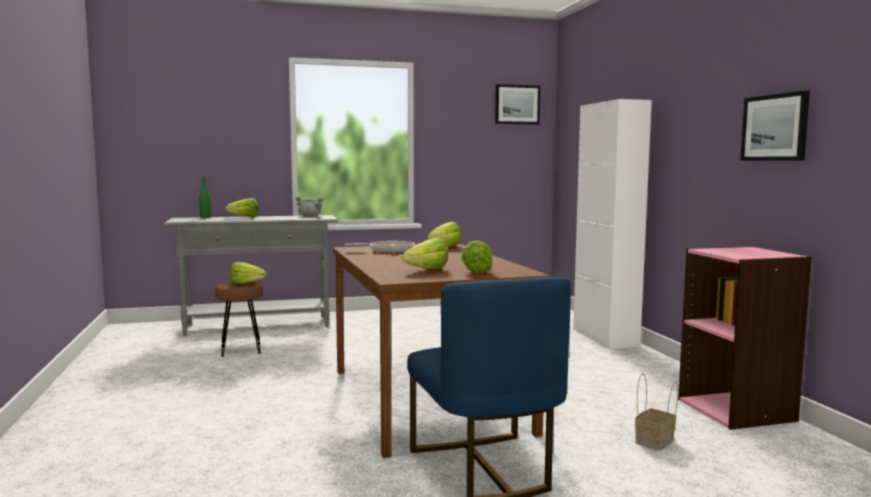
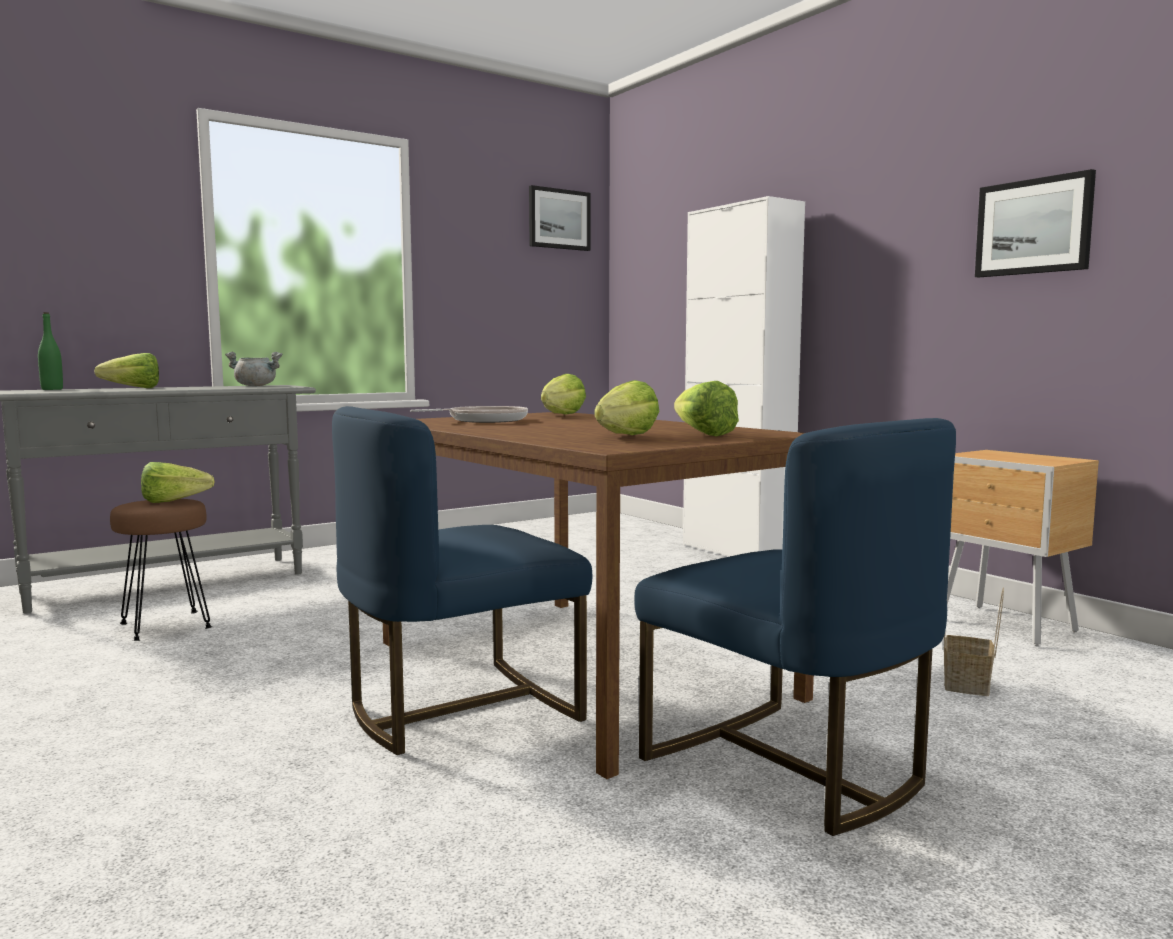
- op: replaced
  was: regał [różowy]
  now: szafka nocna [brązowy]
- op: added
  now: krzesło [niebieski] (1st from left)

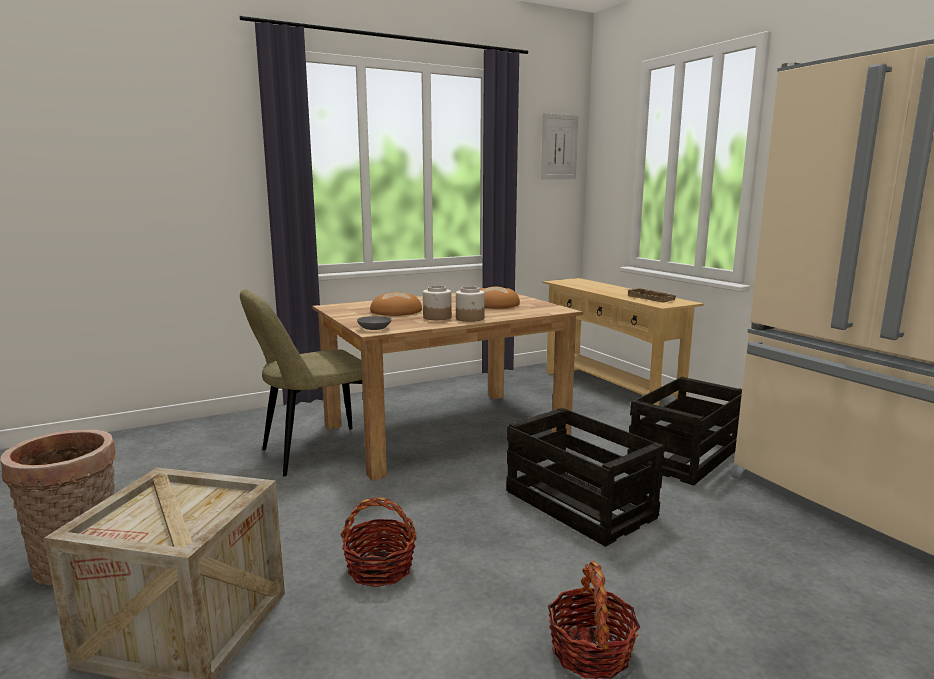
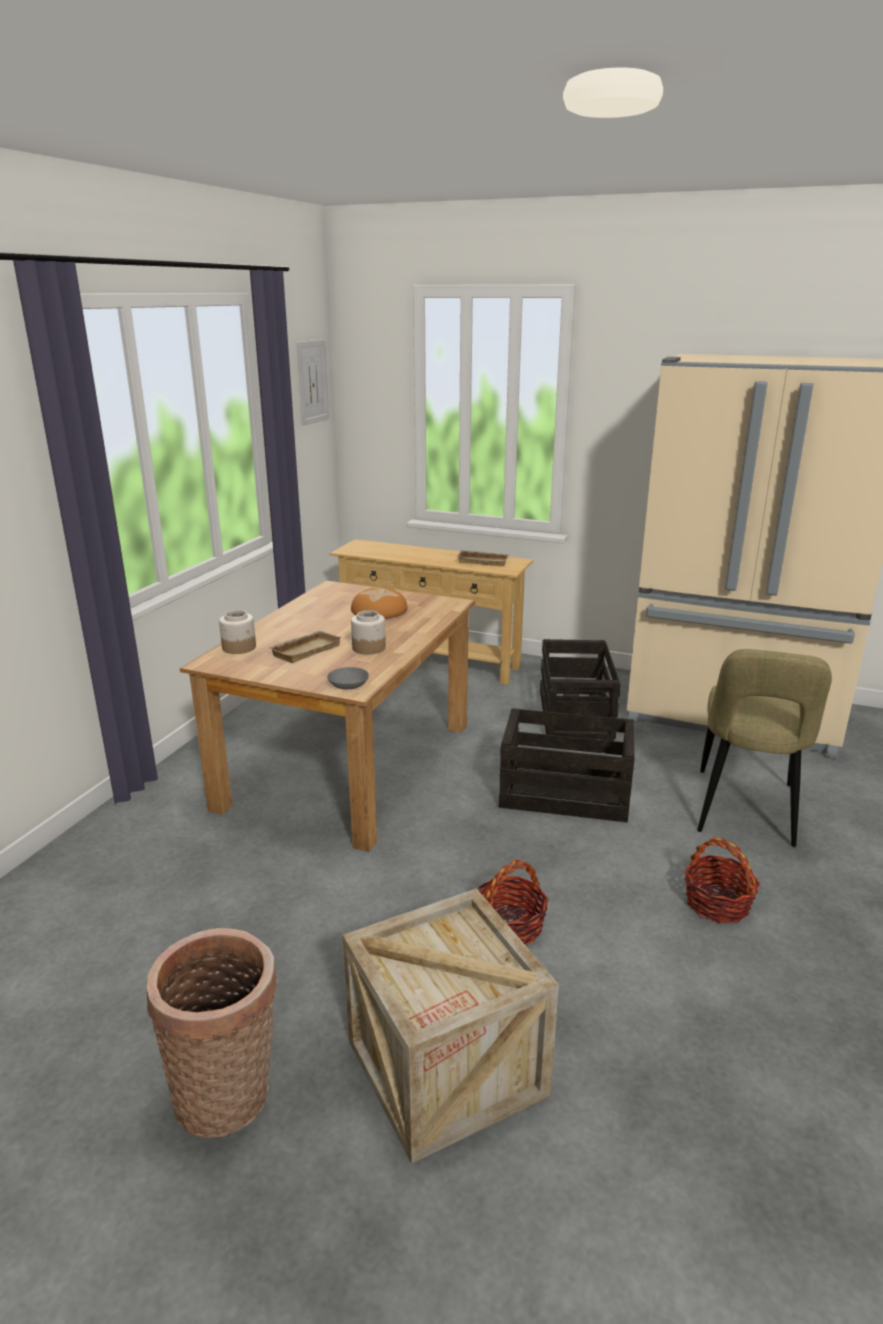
- op: moved
  was: krzesło [beżowy]
- op: replaced
  was: chleb (1st from left)
  now: taca [beżowy] (1st from left)
- op: moved
  was: słoik (2nd from left in the first image)
  now: słoik (1st from left)

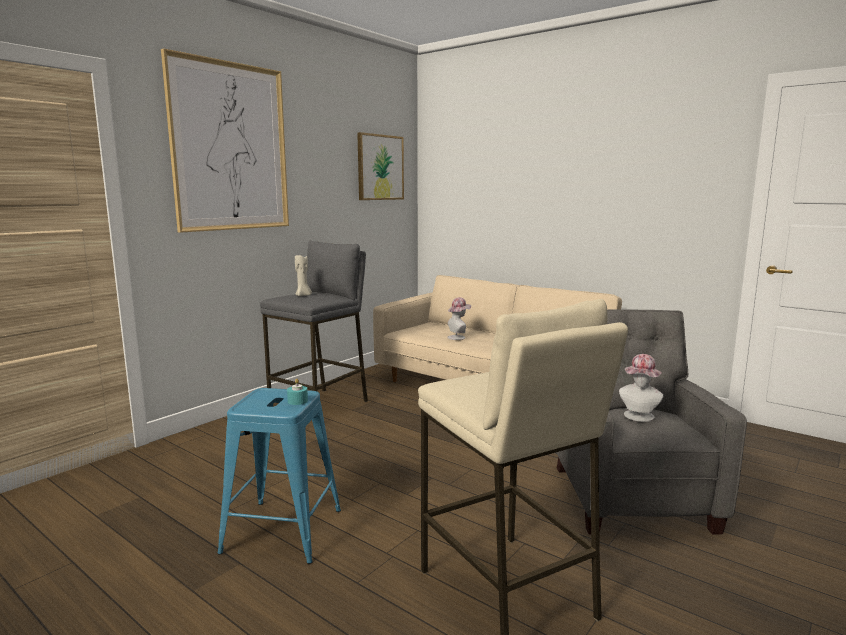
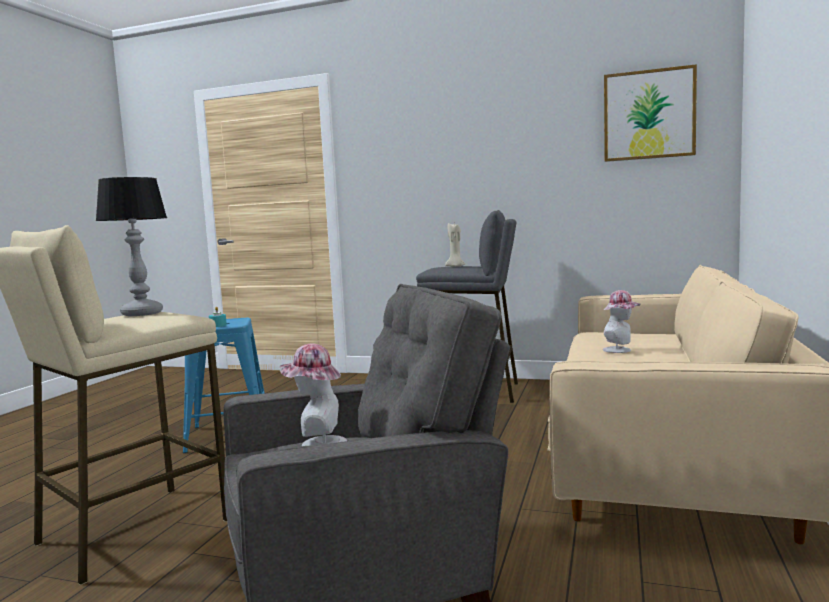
- op: removed
  was: obraz (1st from left)
- op: added
  now: lampa stołowa

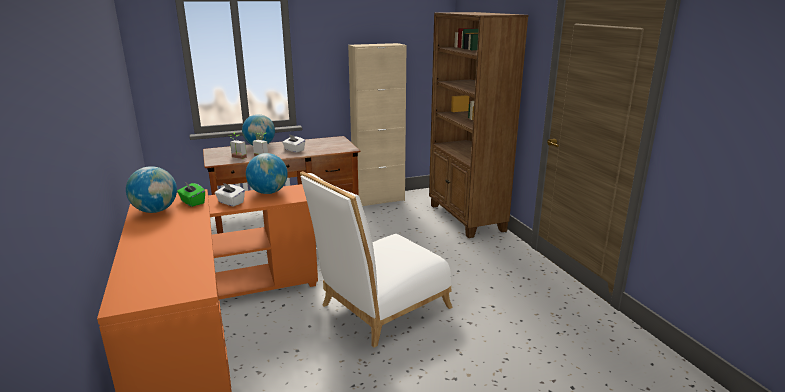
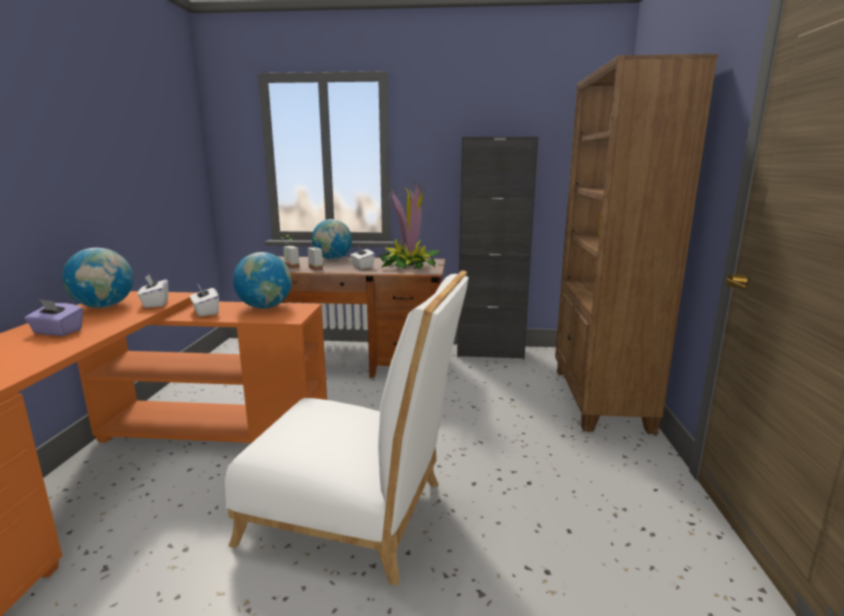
- op: recoloured
  was: pudełko chusteczek [zielony]
  now: pudełko chusteczek [biały] (1st from left)
- op: turned
  was: krzesło [biały]
  clockwise: -150
- op: recoloured
  was: szafka [beżowy]
  now: szafka [czarny]
- op: added
  now: pudełko chusteczek [fioletowy]
- op: added
  now: roślina doniczkowa (3rd from left)

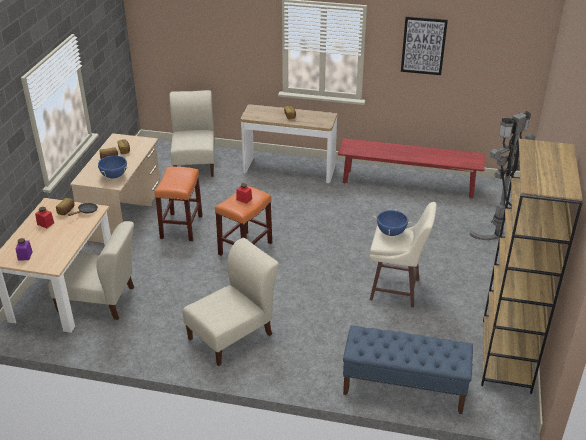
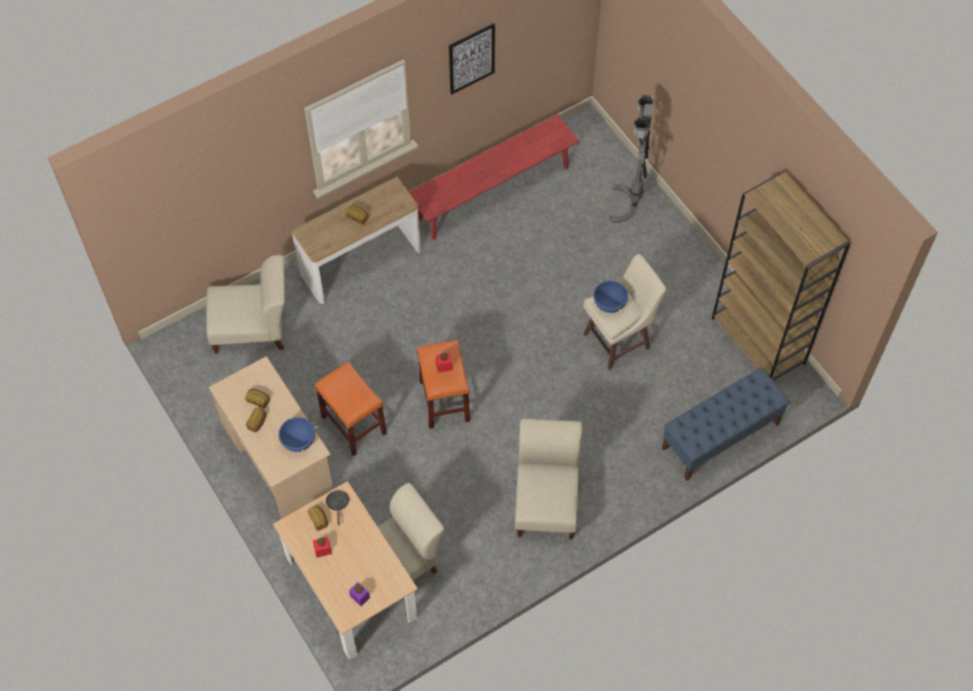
- op: turned
  was: krzesło [beżowy] (2nd from left in the first image)
  clockwise: 135

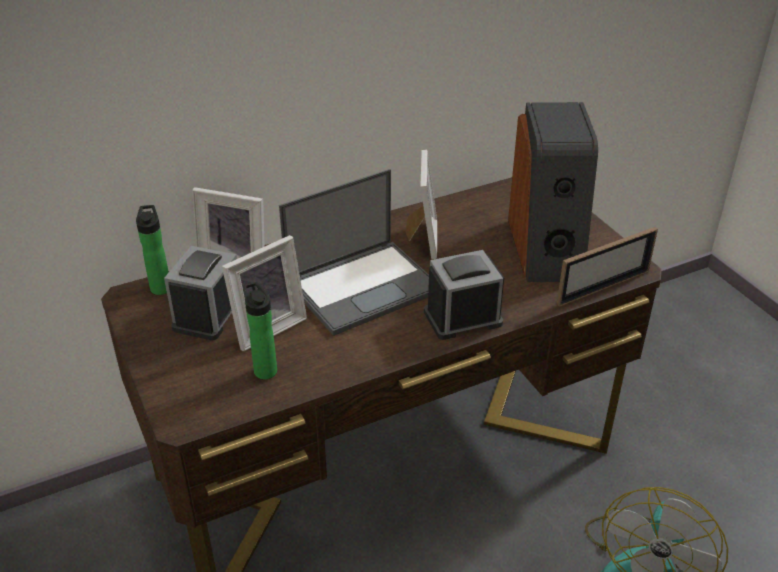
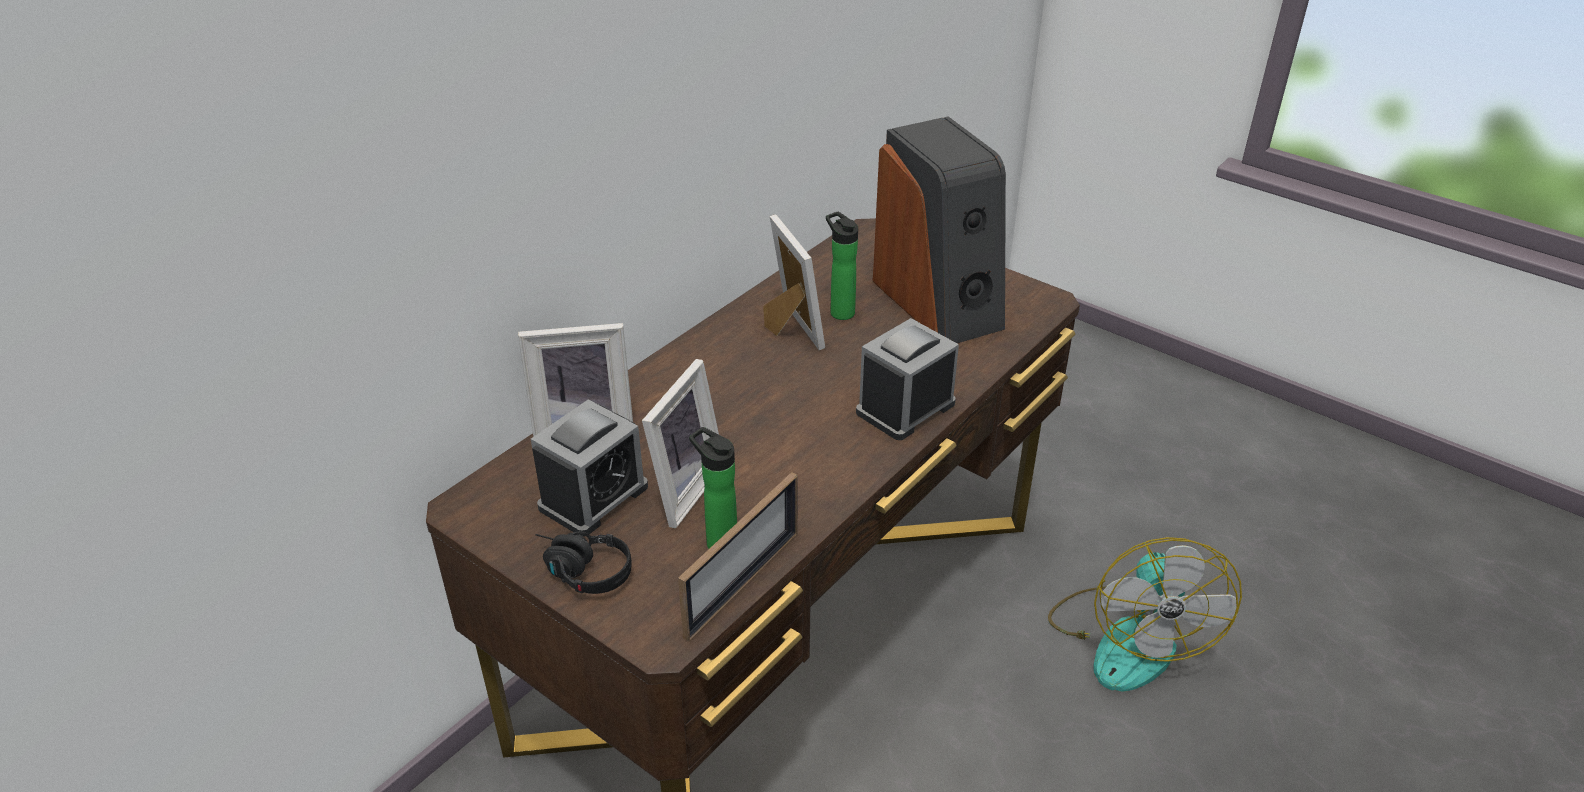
- op: moved
  was: butelka (1st from left in the first image)
  now: butelka (2nd from left)
- op: turned
  was: budzik (1st from left)
  clockwise: -135
- op: removed
  was: laptop
- op: moved
  was: ramka na zdjęcie (4th from left in the first image)
  now: ramka na zdjęcie (3rd from left)
- op: added
  now: słuchawki [czarny]

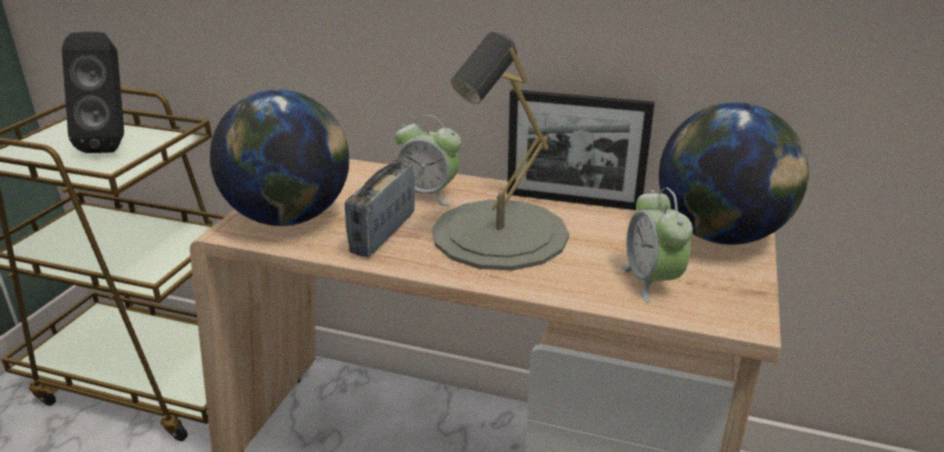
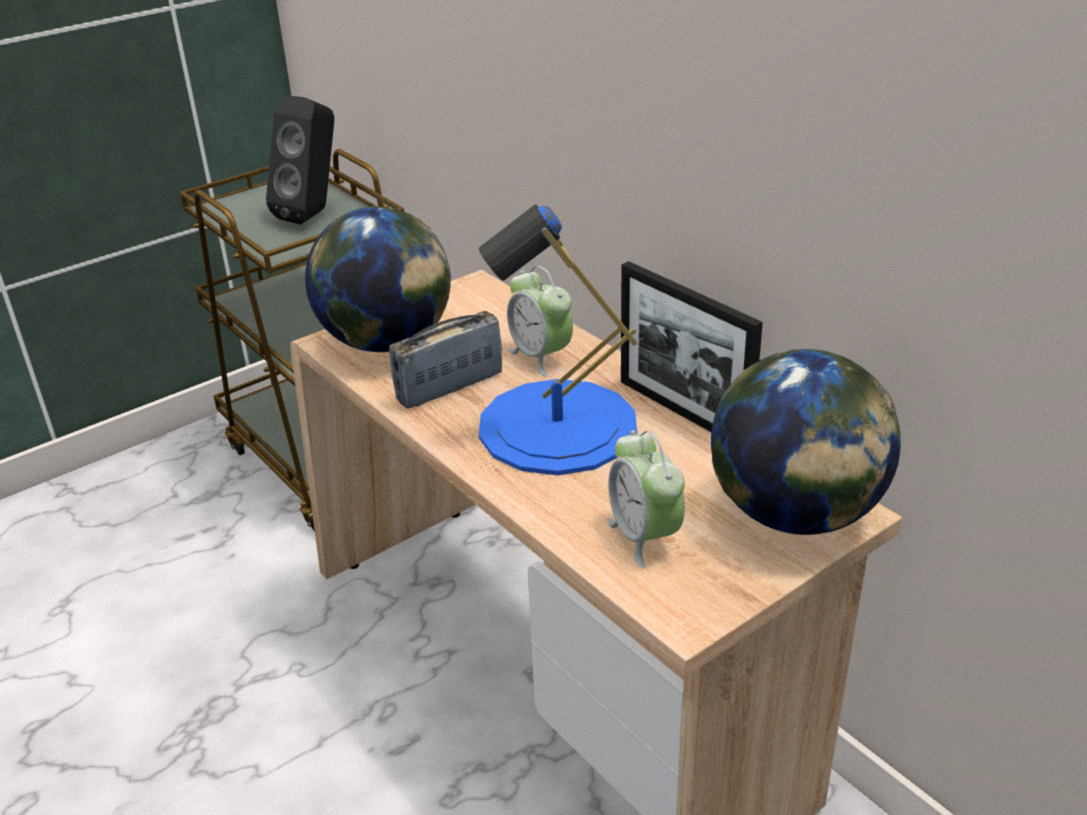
- op: recoloured
  was: lampa stołowa [szary]
  now: lampa stołowa [niebieski]
- op: turned
  was: budzik (2nd from left)
  clockwise: -45

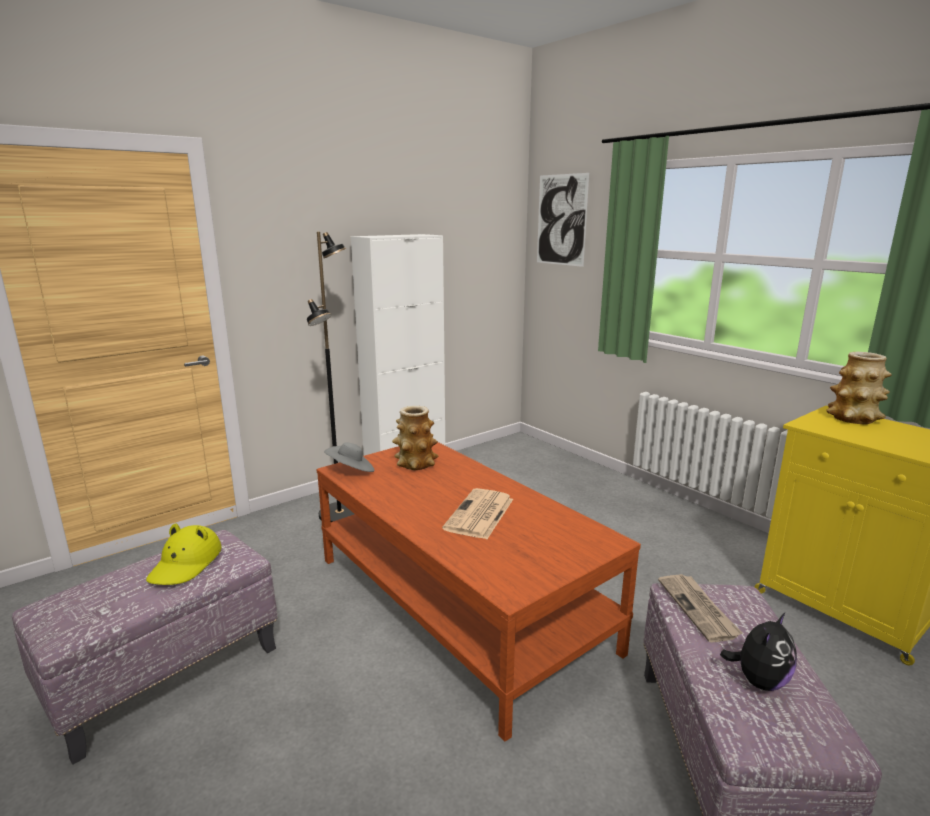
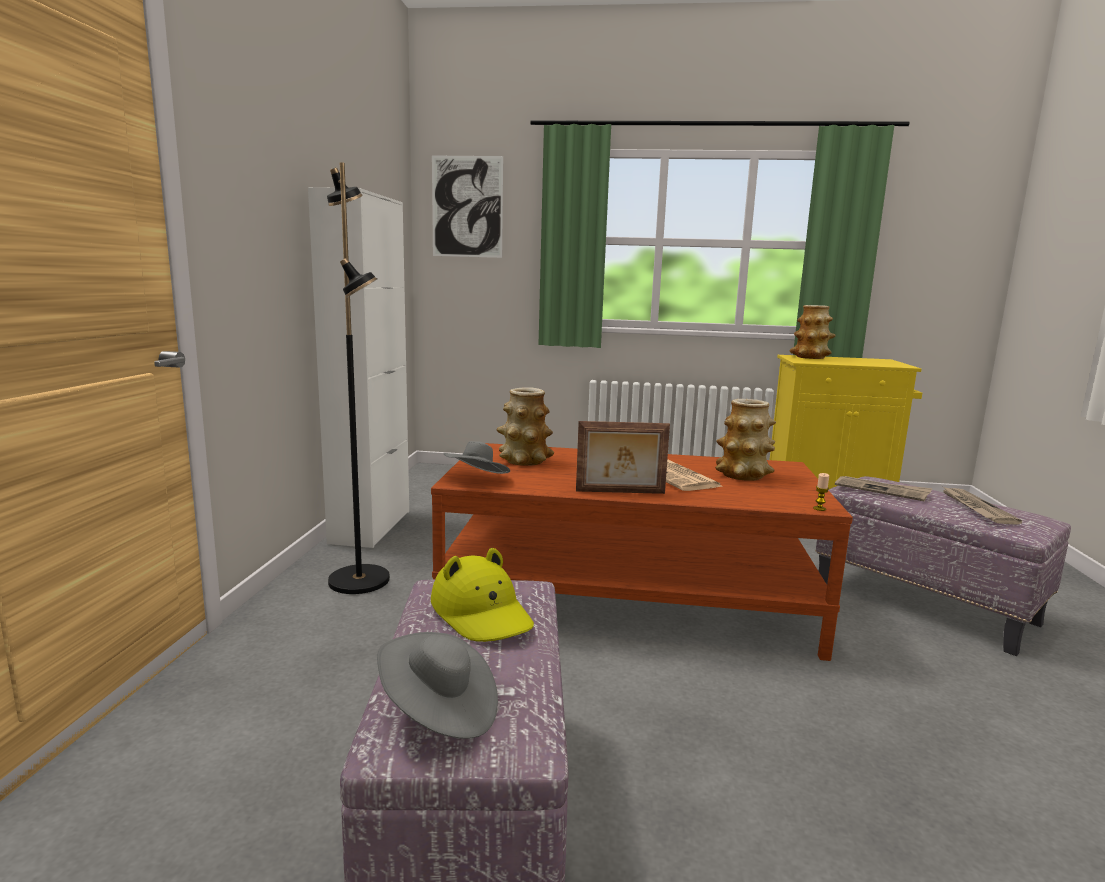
- op: replaced
  was: pluszak
  now: gazeta (3rd from left)
- op: added
  now: kapelusz [szary] (1st from left)
- op: added
  now: ramka na zdjęcie
- op: added
  now: wazon (2nd from left)
- op: added
  now: świeca

